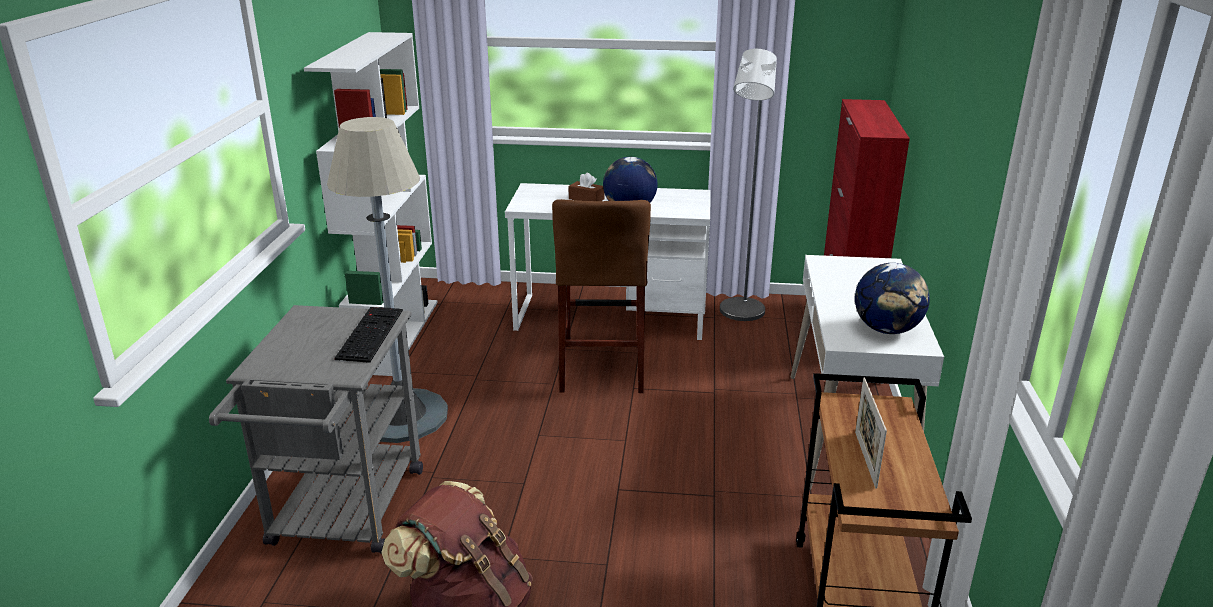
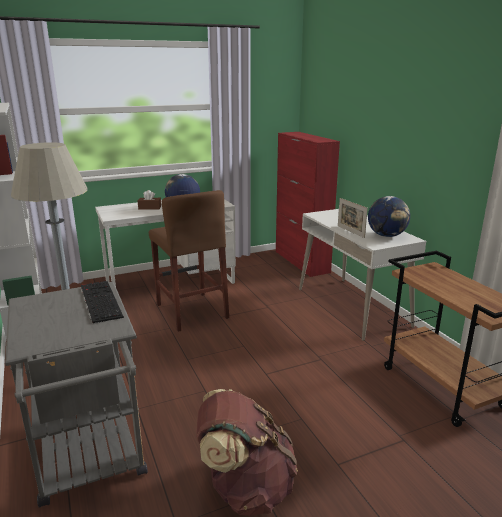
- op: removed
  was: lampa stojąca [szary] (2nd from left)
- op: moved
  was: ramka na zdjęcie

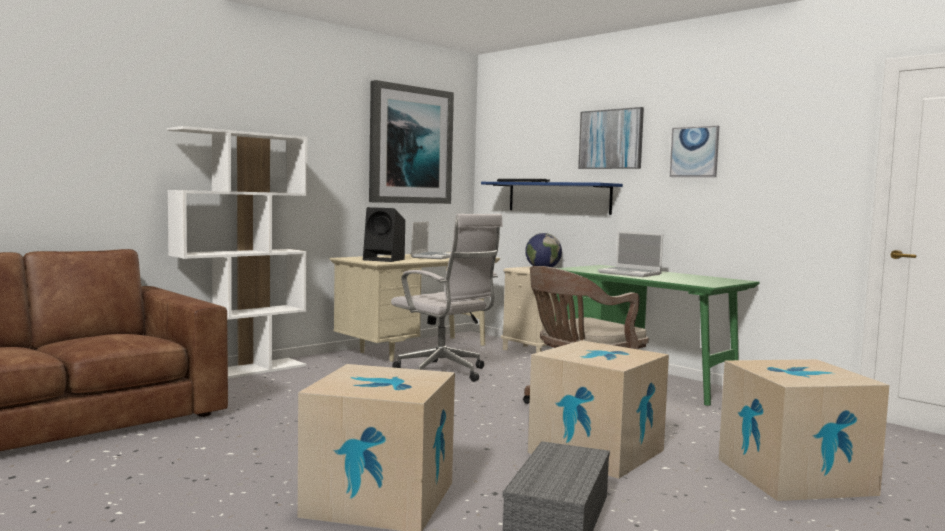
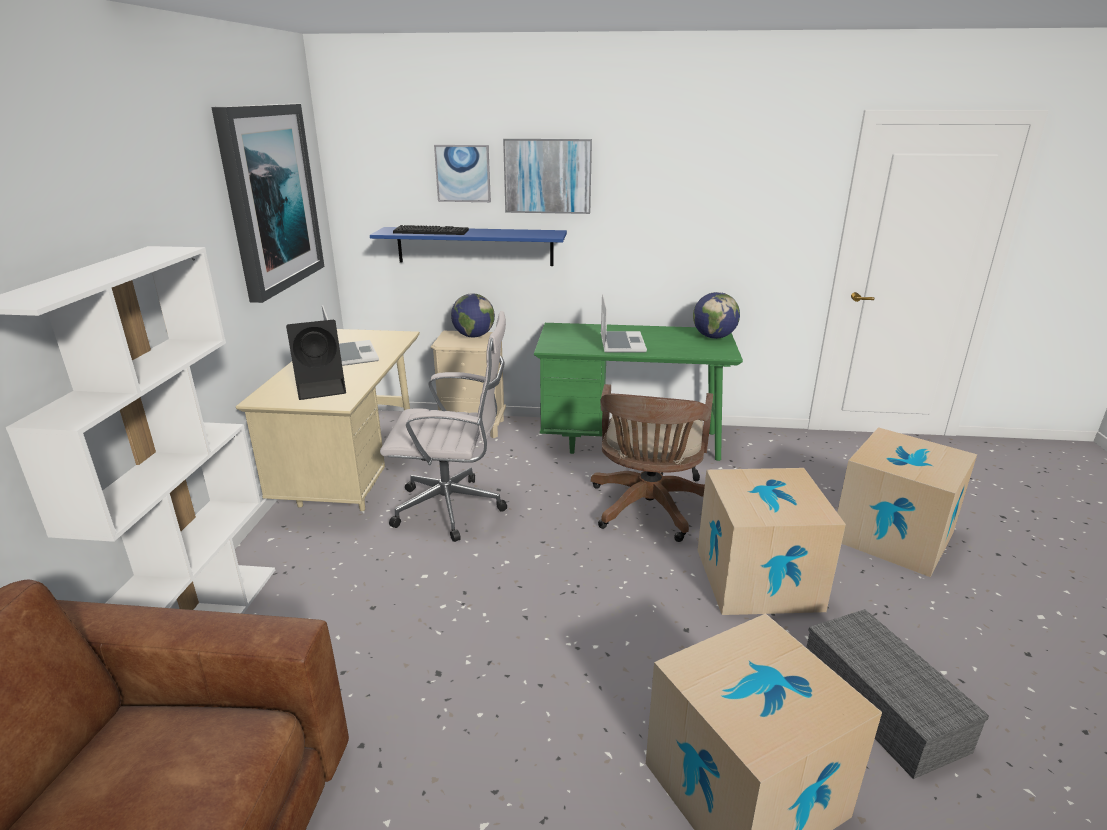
- op: turned
  was: laptop (2nd from left)
  clockwise: -90
- op: moved
  was: obraz (3rd from left in the first image)
  now: obraz (2nd from left)
- op: added
  now: globus (2nd from left)

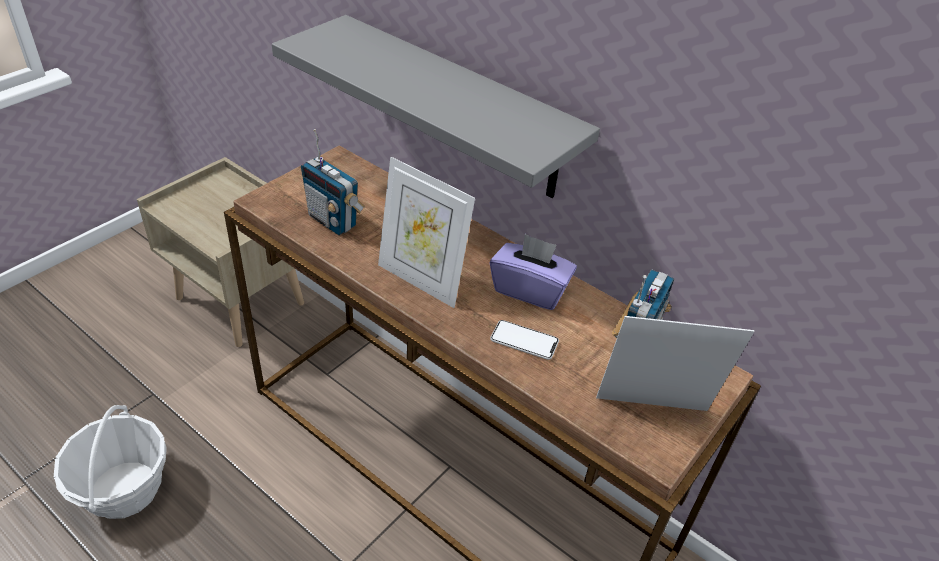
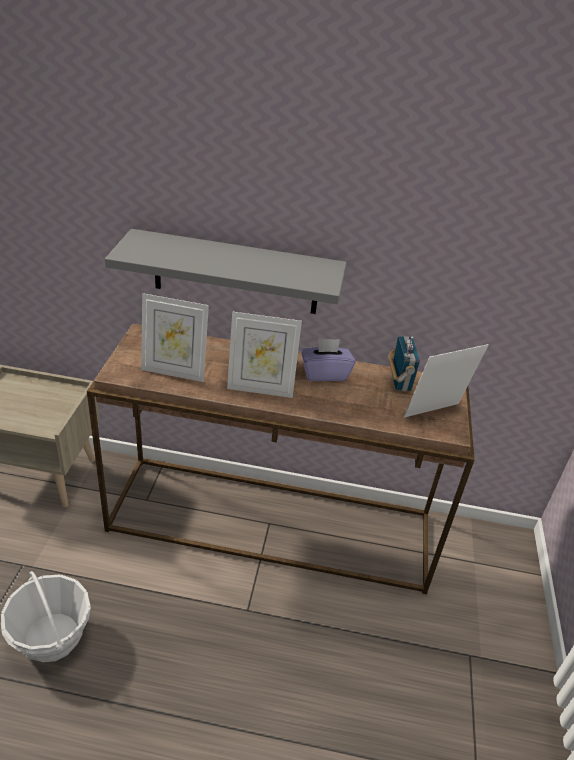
- op: replaced
  was: radio (1st from left)
  now: ramka na zdjęcie (1st from left)
- op: removed
  was: telefon

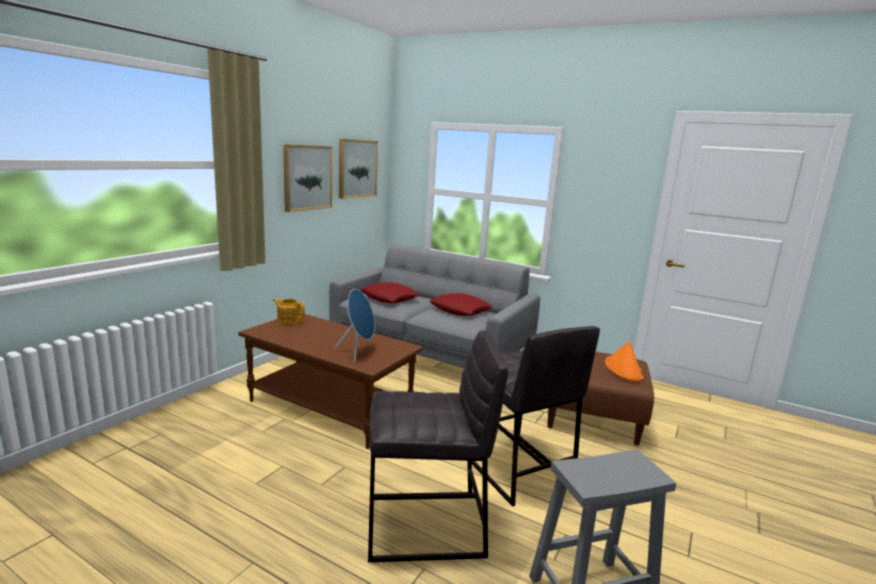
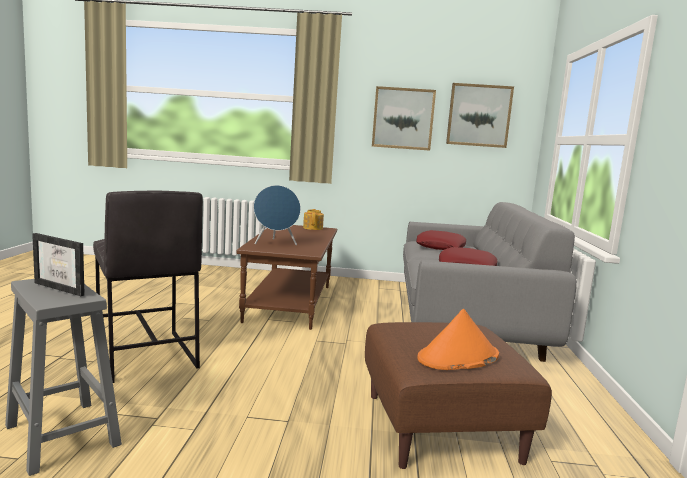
- op: removed
  was: stołek [szary] (2nd from left)
- op: added
  now: ramka na zdjęcie

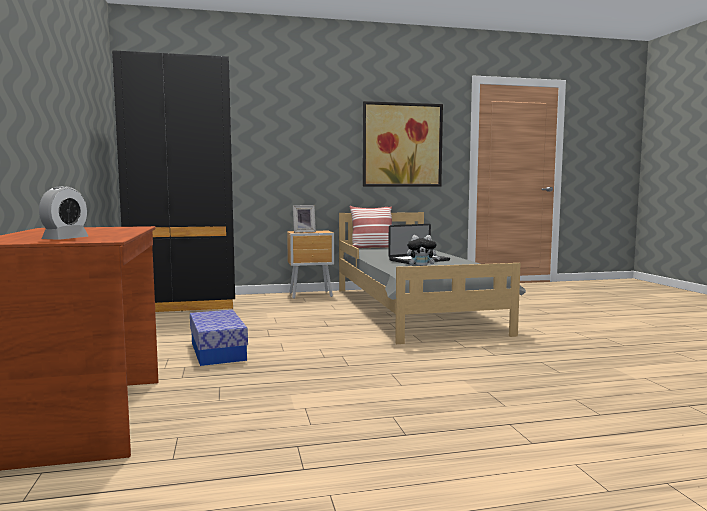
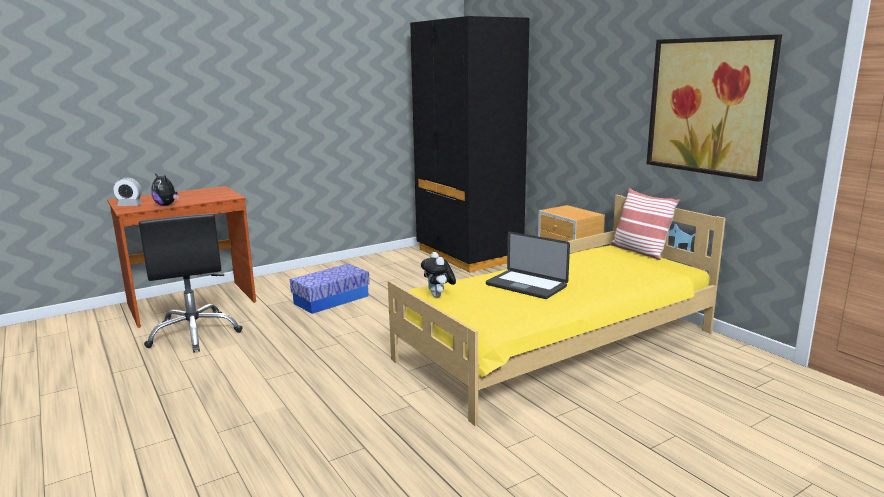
- op: removed
  was: ramka na zdjęcie
- op: recoloured
  was: łóżko [szary]
  now: łóżko [żółty]
- op: added
  now: krzesło biurowe [czarny]
- op: added
  now: pluszak (1st from left)

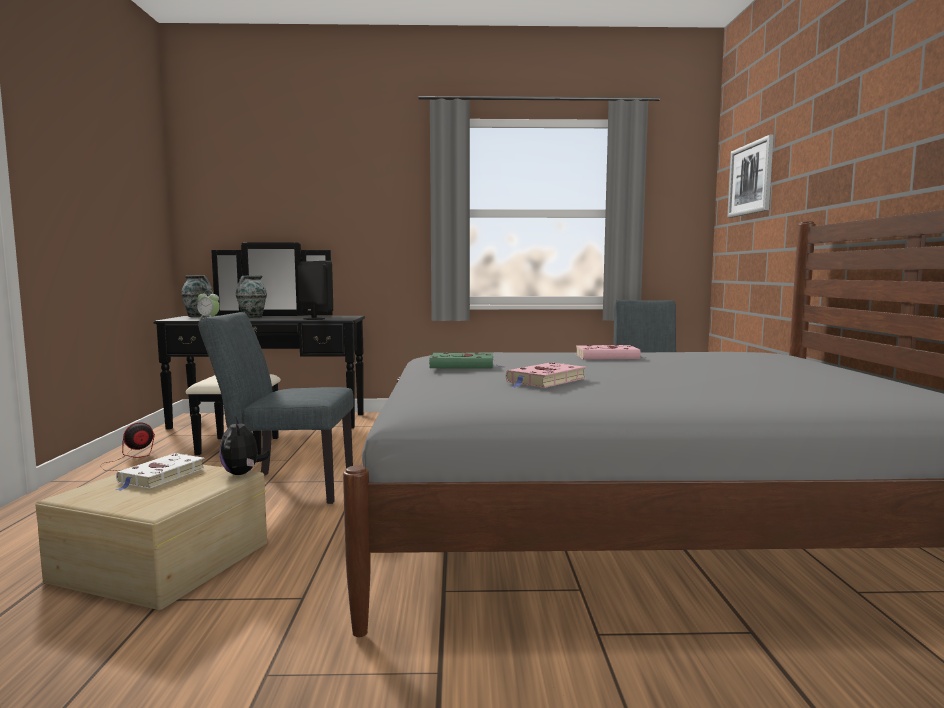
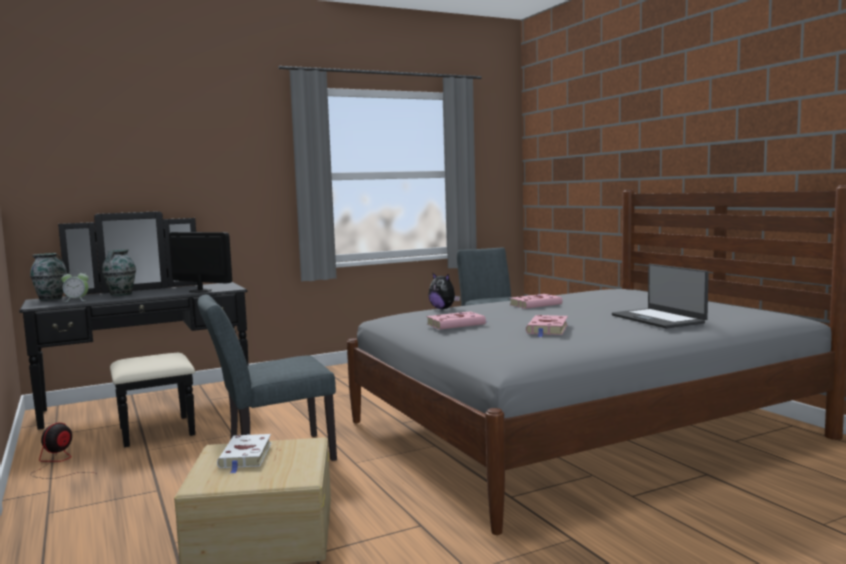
- op: moved
  was: pluszak
- op: recoloured
  was: książka [zielony]
  now: książka [różowy] (1st from left)
- op: removed
  was: obraz
- op: added
  now: laptop

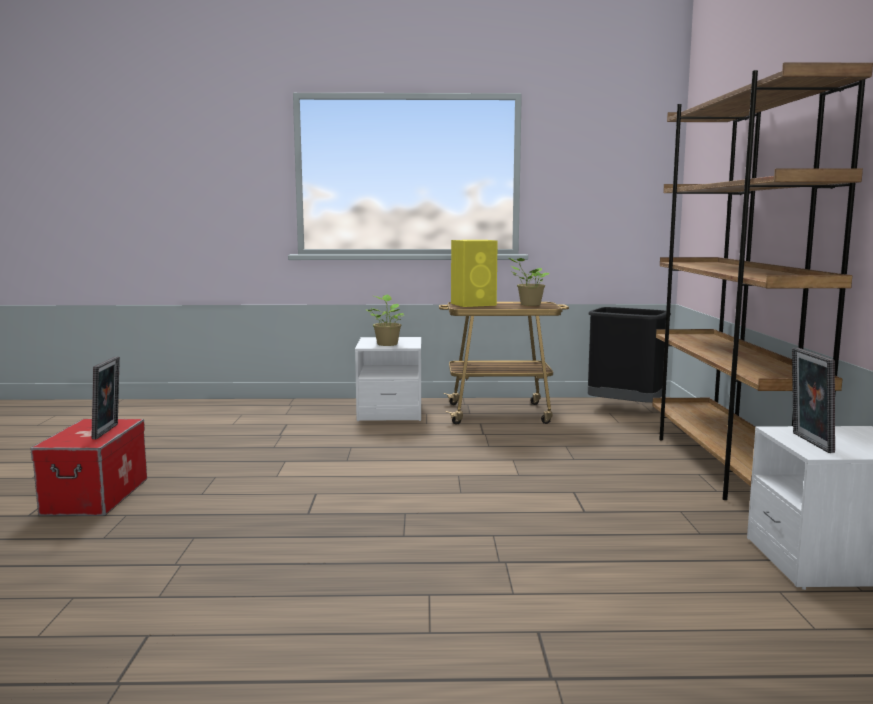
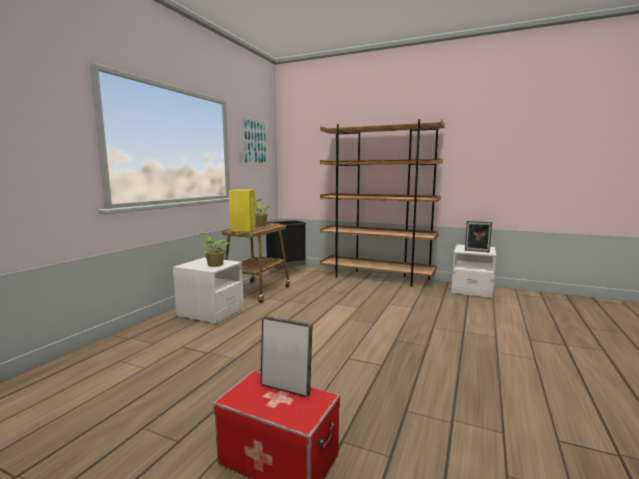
- op: added
  now: obraz

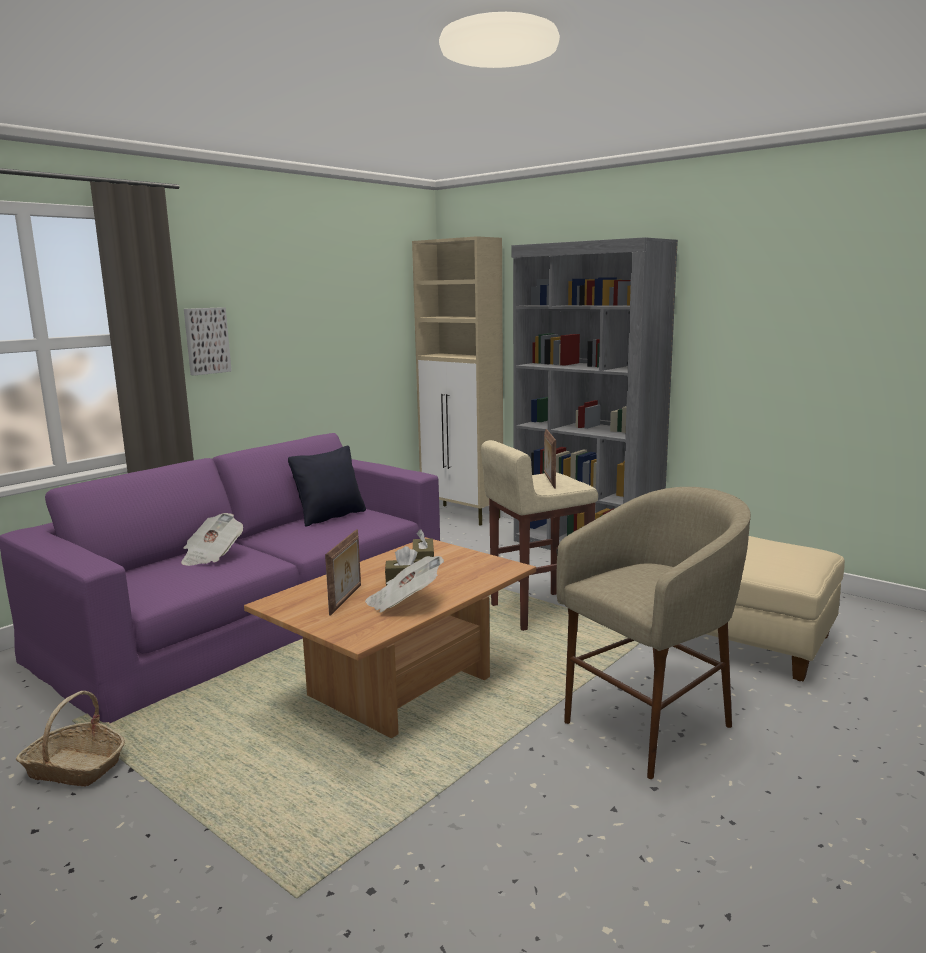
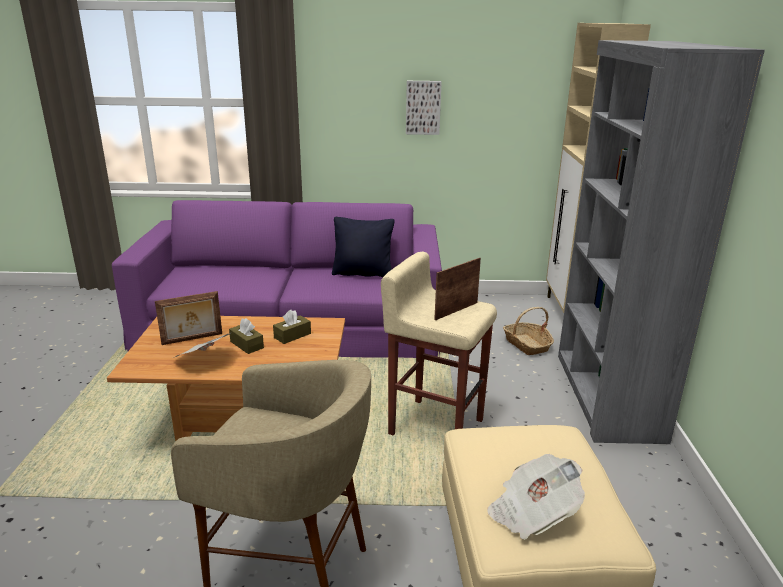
- op: moved
  was: koszyk
- op: moved
  was: gazeta (1st from left in the first image)
  now: gazeta (2nd from left)
- op: moved
  was: obraz

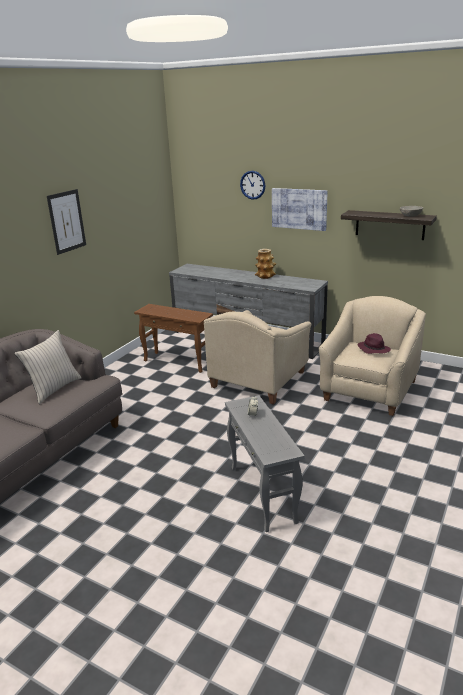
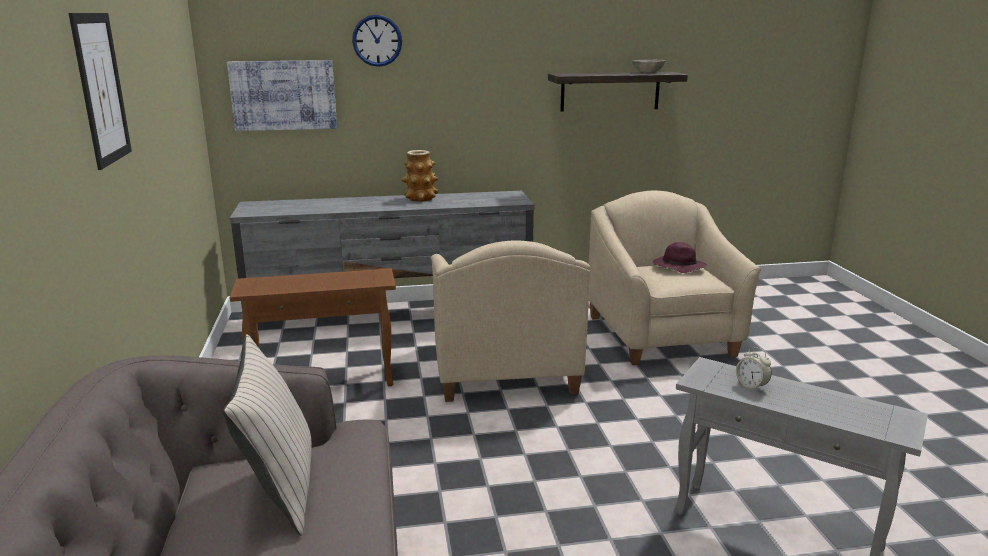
- op: moved
  was: obraz (2nd from left)

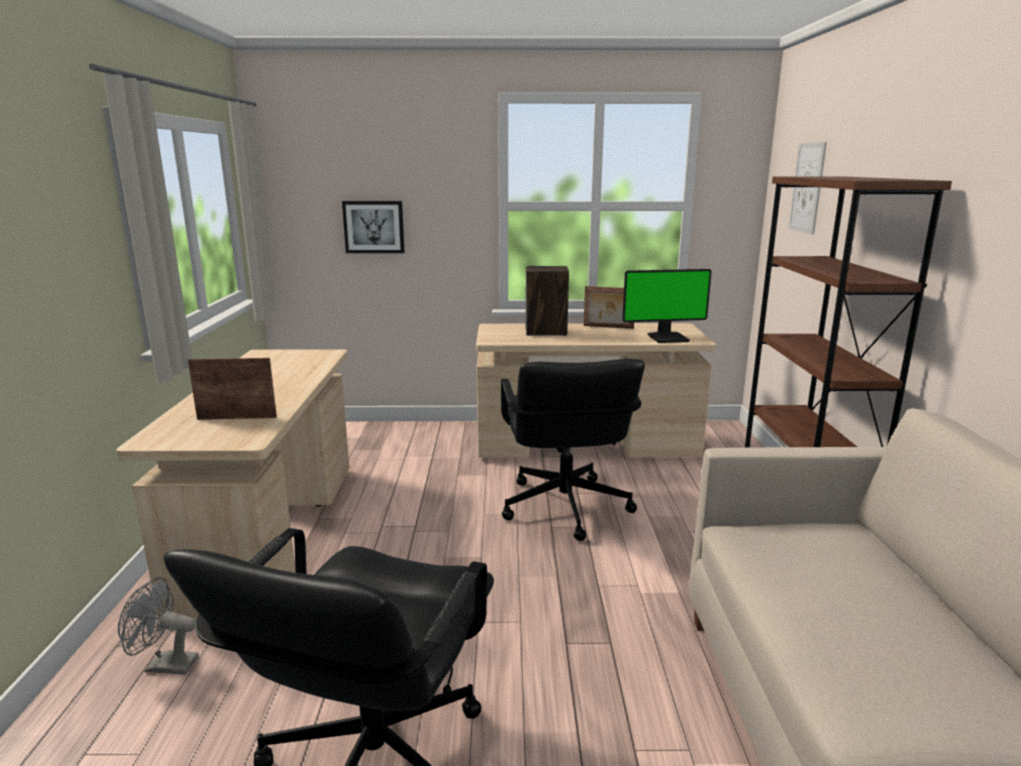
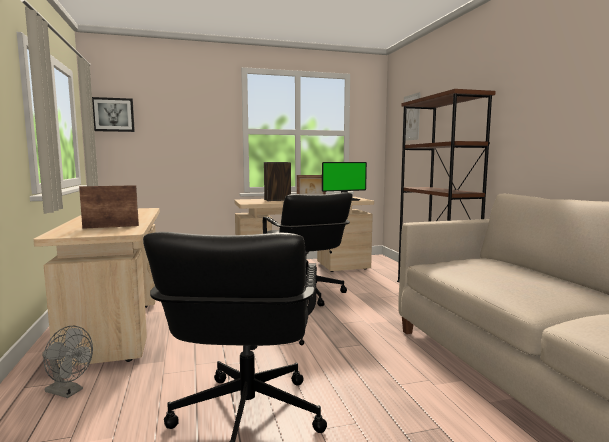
- op: turned
  was: wentylator [szary]
  clockwise: -150
- op: moved
  was: obraz (1st from left)

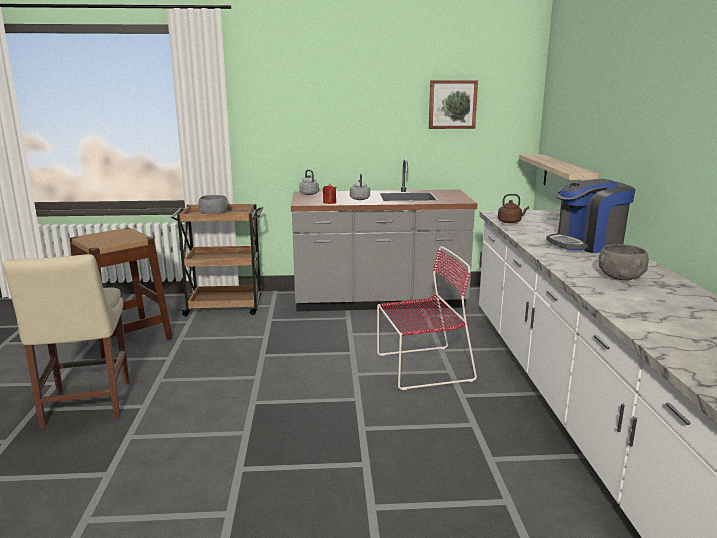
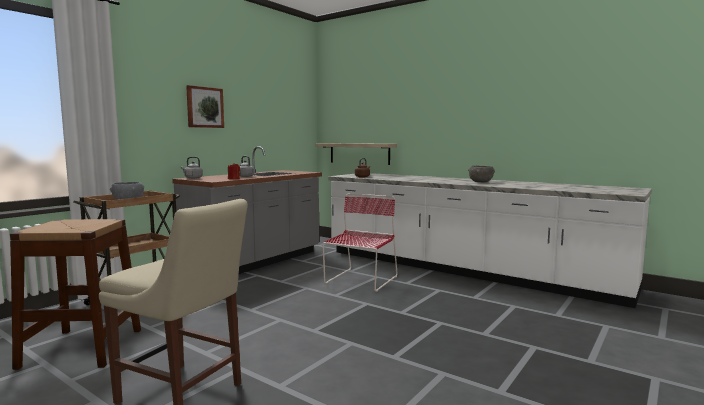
- op: moved
  was: obraz
- op: removed
  was: ekspres do kawy

